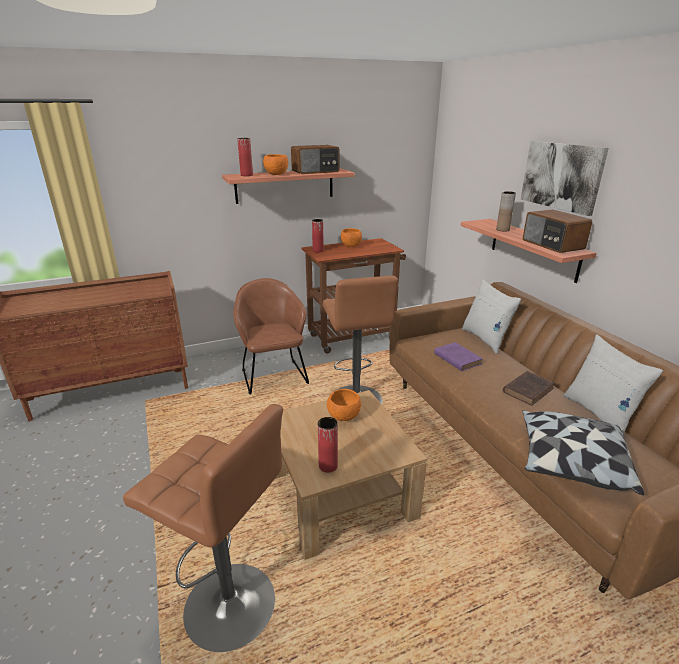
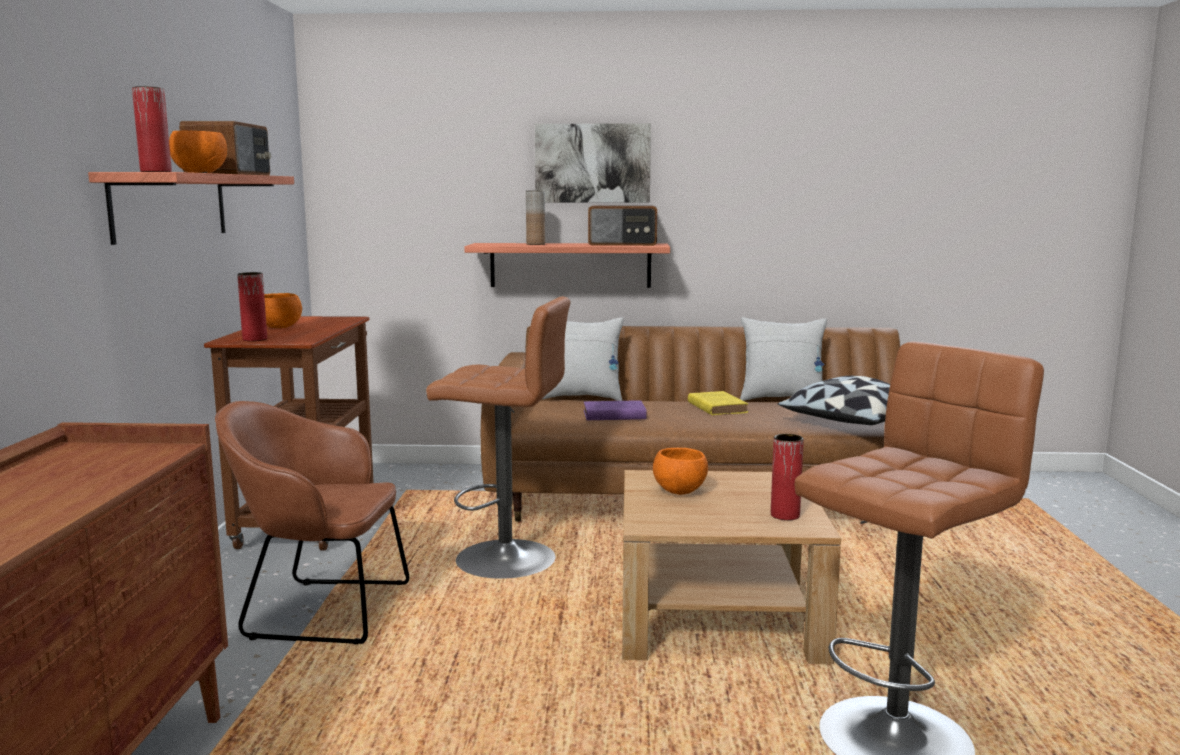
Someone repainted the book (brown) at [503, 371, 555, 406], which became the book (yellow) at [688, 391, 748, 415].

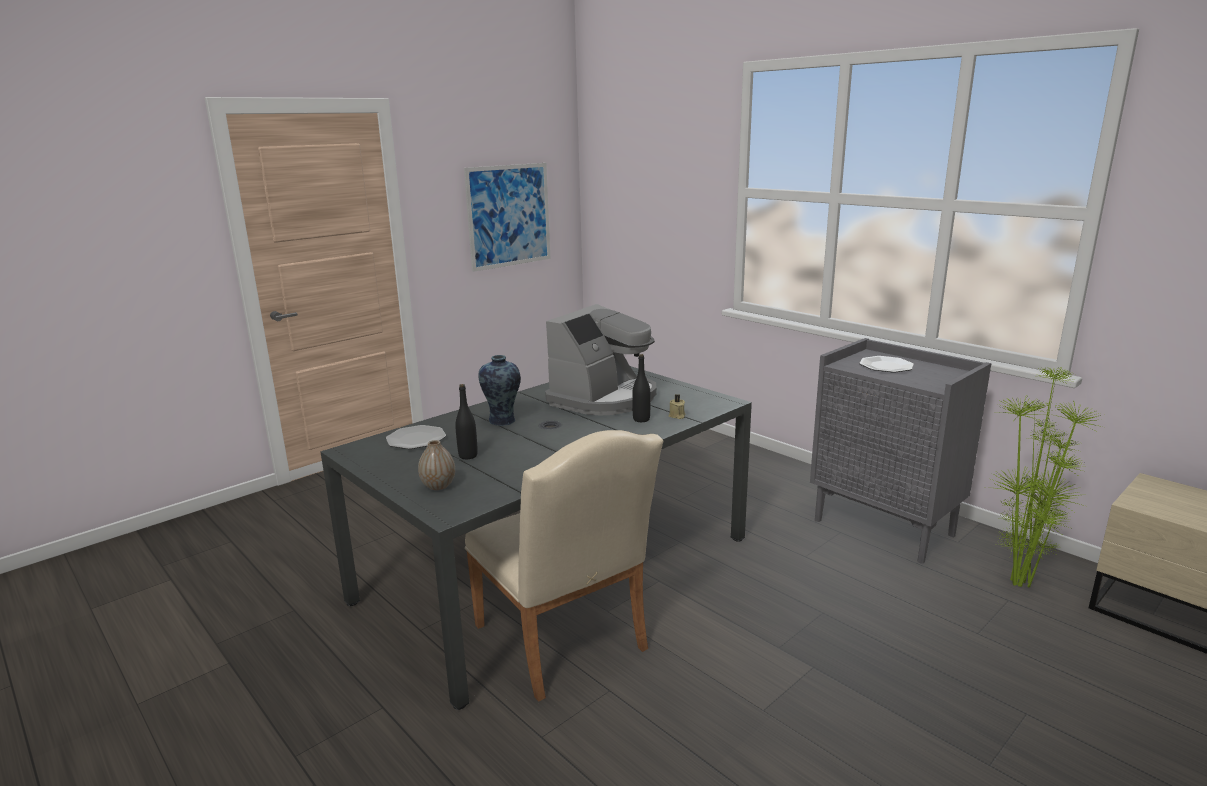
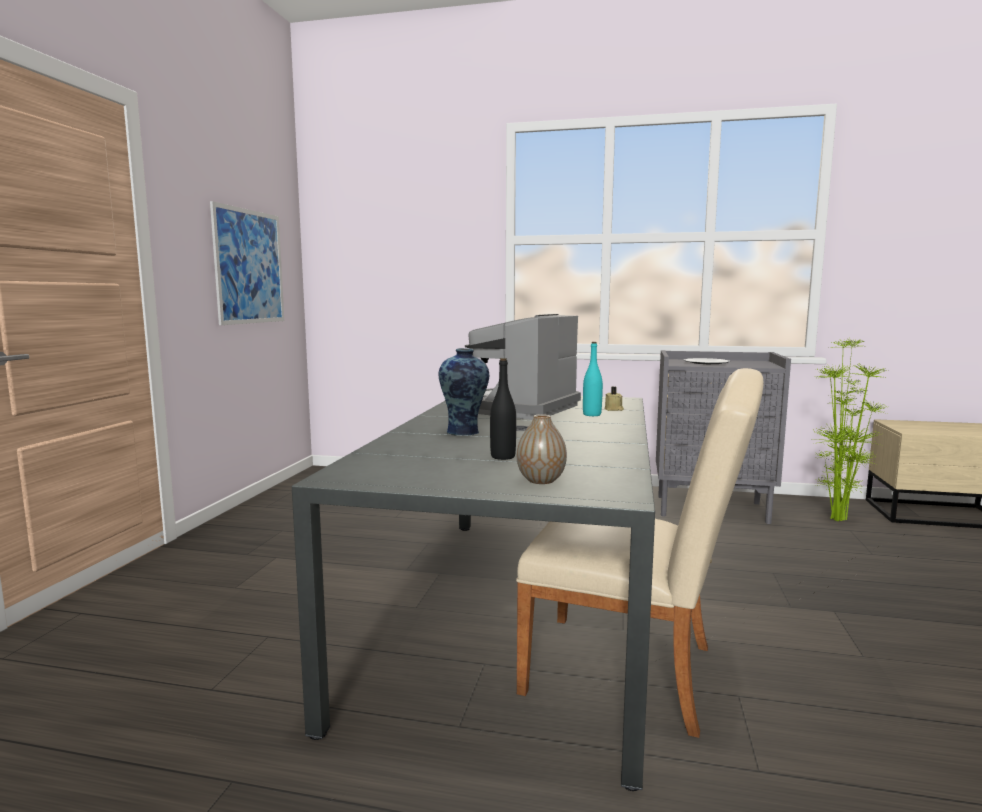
Someone rotated the coffee machine at [545, 304, 657, 415] by 150 degrees counterclockwise.
Someone repainted the bottle (black) at [632, 354, 651, 422], which became the bottle (turquoise) at [583, 342, 603, 416].
Someone took away the plate at [386, 425, 446, 449].

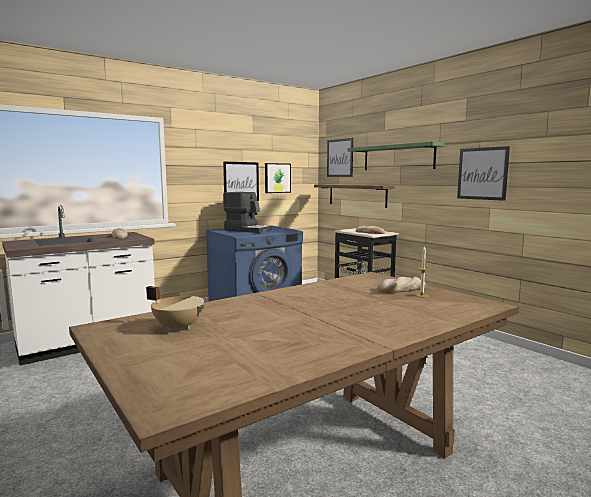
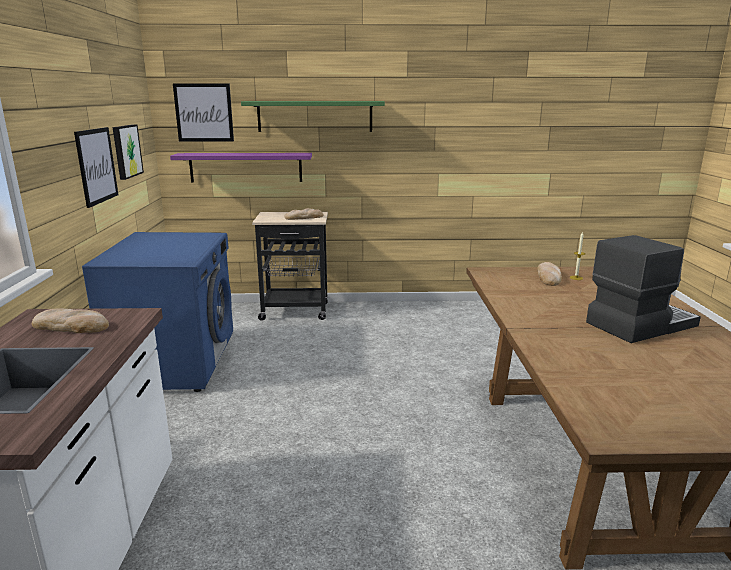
Someone repainted the shelf (brown) at [314, 184, 394, 208], which became the shelf (purple) at [170, 153, 312, 182].
Someone carried the coffee machine from [223, 192, 272, 233] to [586, 235, 701, 343].
Someone took away the cooking pot (beige) at [146, 286, 205, 332].
Someone took away the picture at [457, 146, 510, 201].

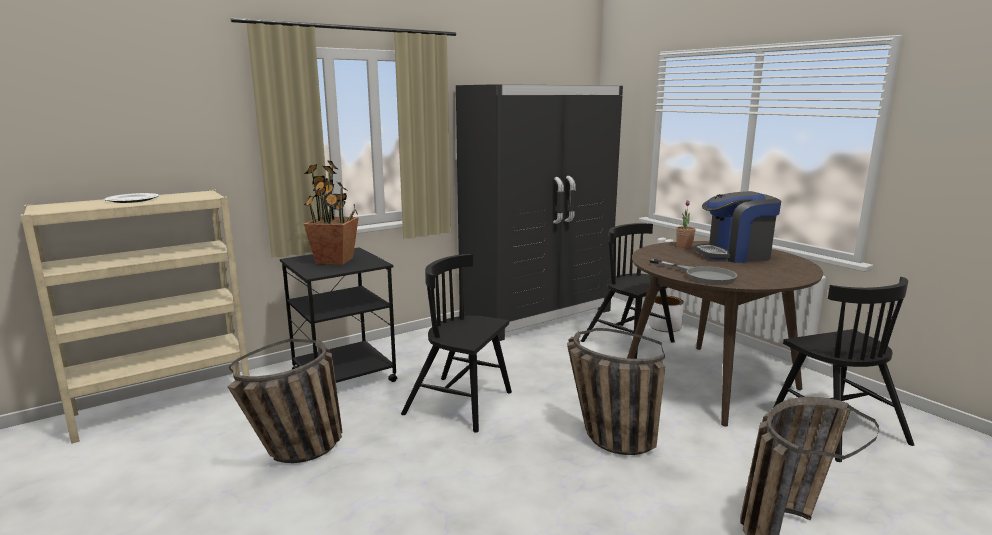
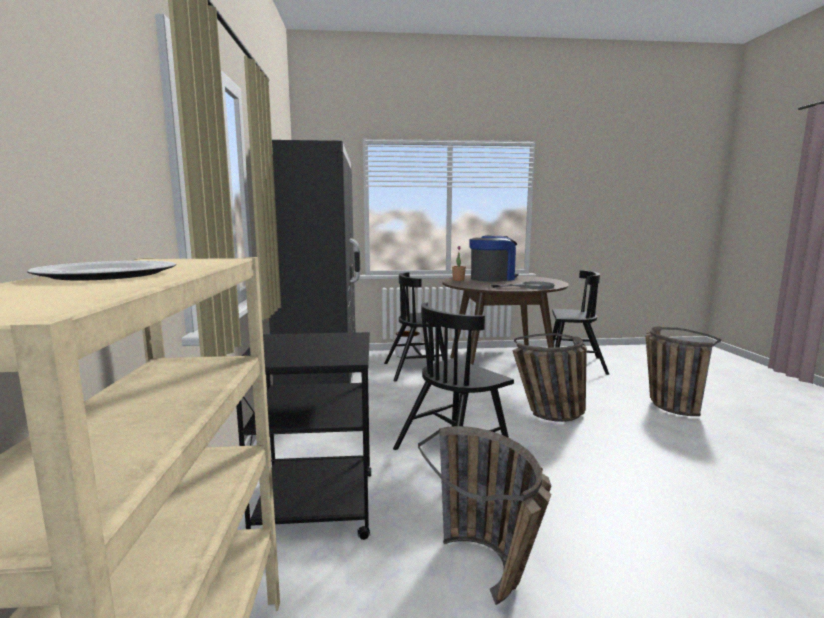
Someone rotated the coffee machine at [694, 191, 781, 263] by 150 degrees counterclockwise.
Someone took away the potted plant at [304, 160, 359, 265].

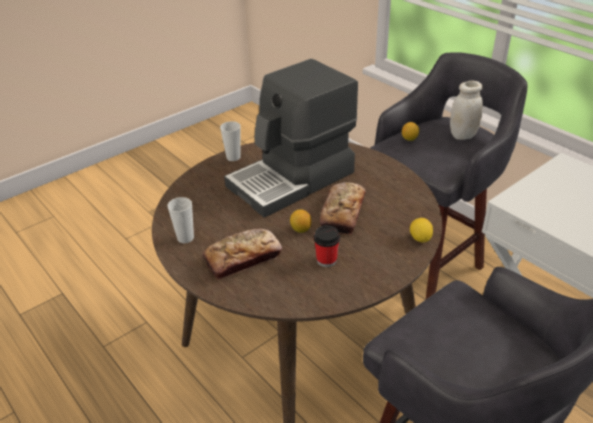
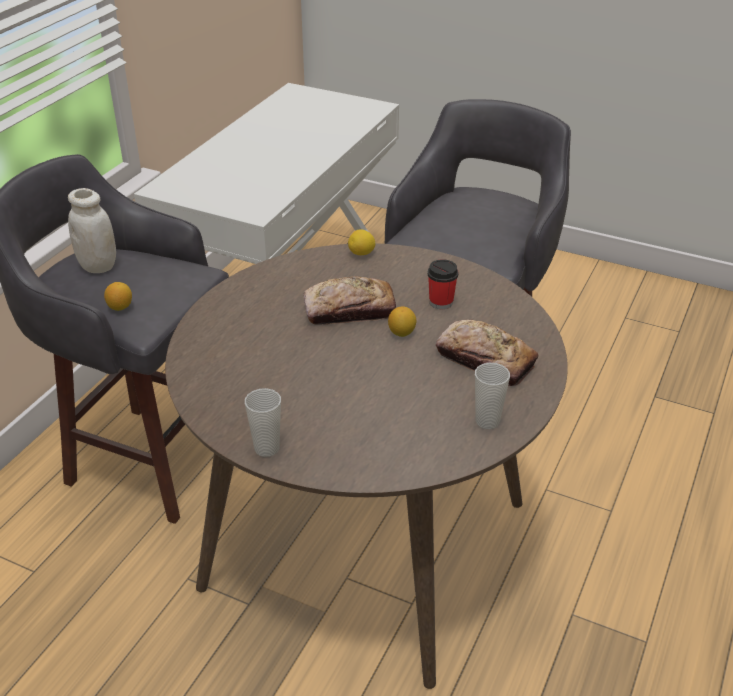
Someone took away the coffee machine at [224, 59, 358, 218].

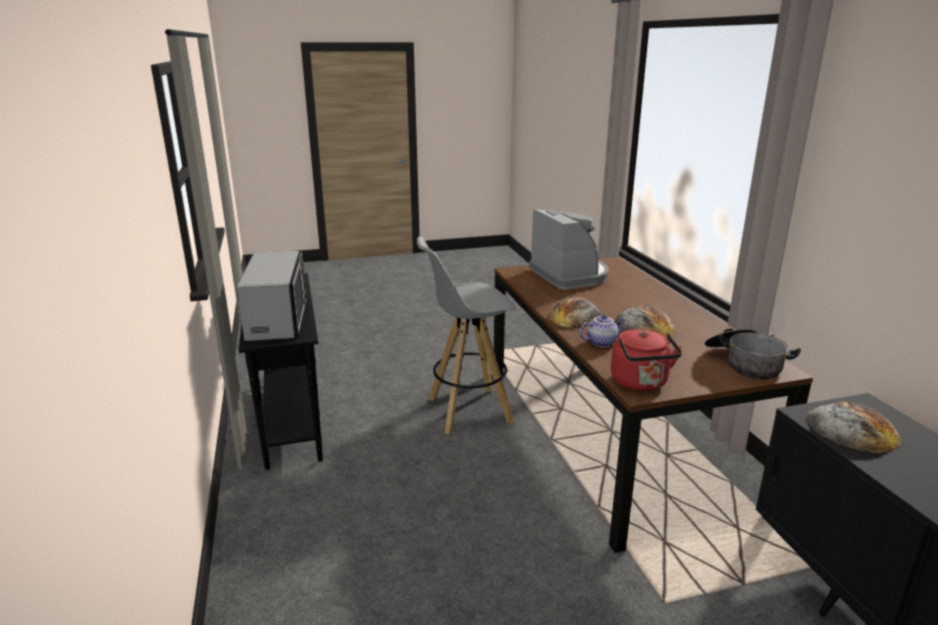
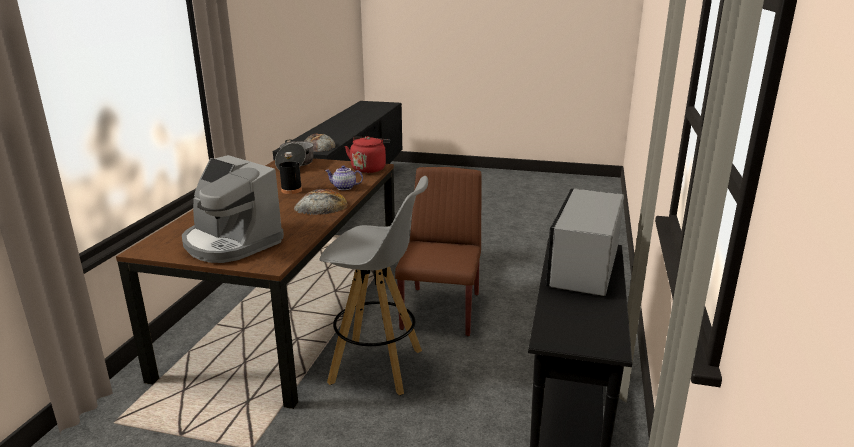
Someone rotated the coffee machine at [529, 209, 609, 290] by 60 degrees counterclockwise.
Someone swapped the bread at [615, 306, 676, 337] for the bottle (black) at [279, 152, 302, 194].
Someone put down the chair (brown) at [395, 167, 481, 336].

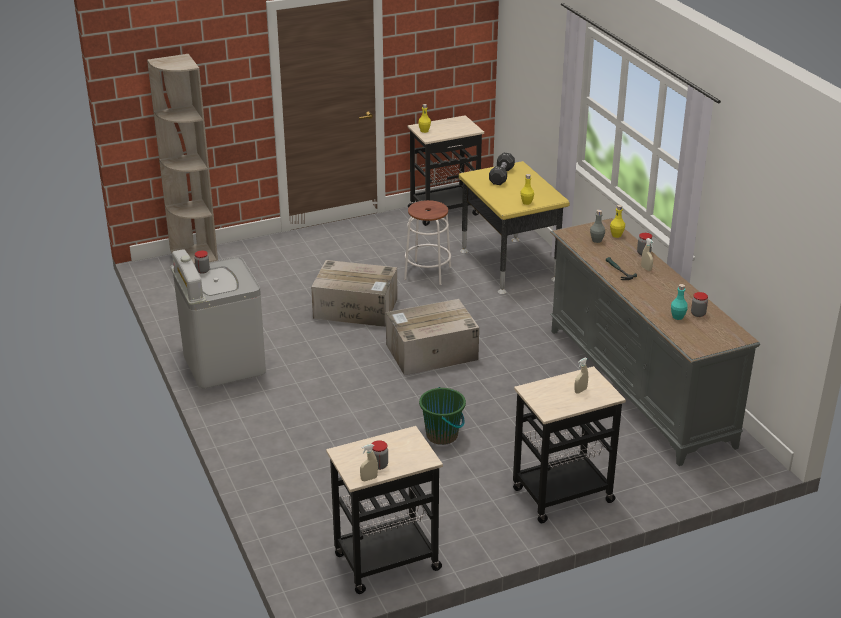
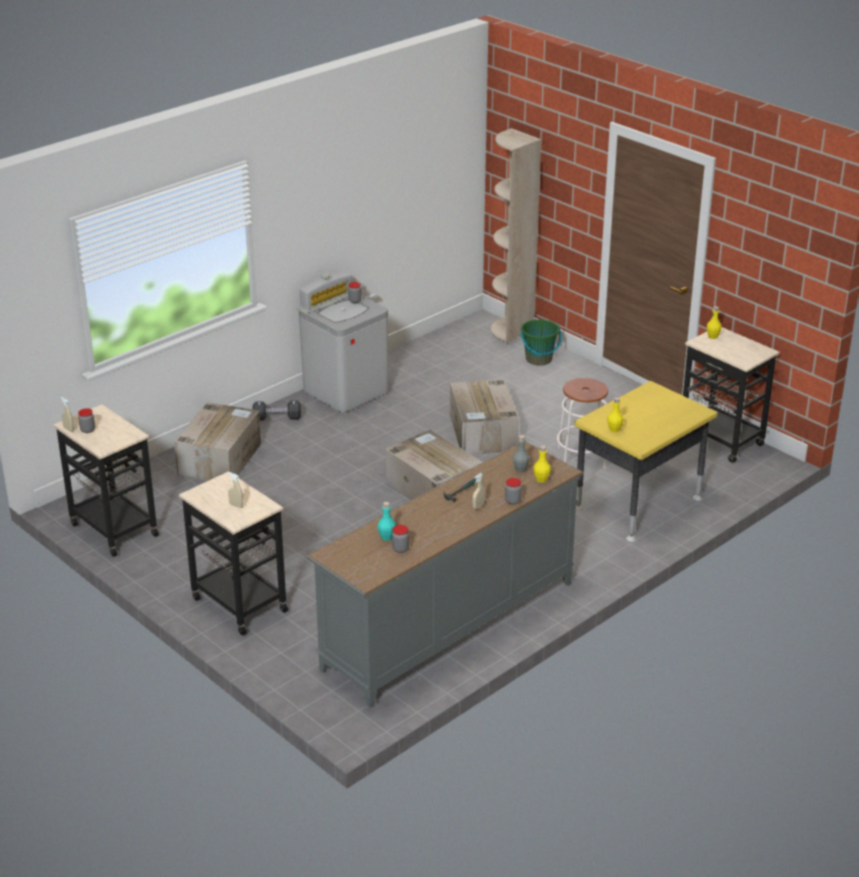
Someone put down the cardboard box at [174, 402, 261, 481].
Someone carried the dumbbell (black) from [489, 153, 515, 185] to [253, 400, 301, 421].
Someone carried the bucket (green) from [419, 387, 466, 445] to [520, 319, 562, 365].

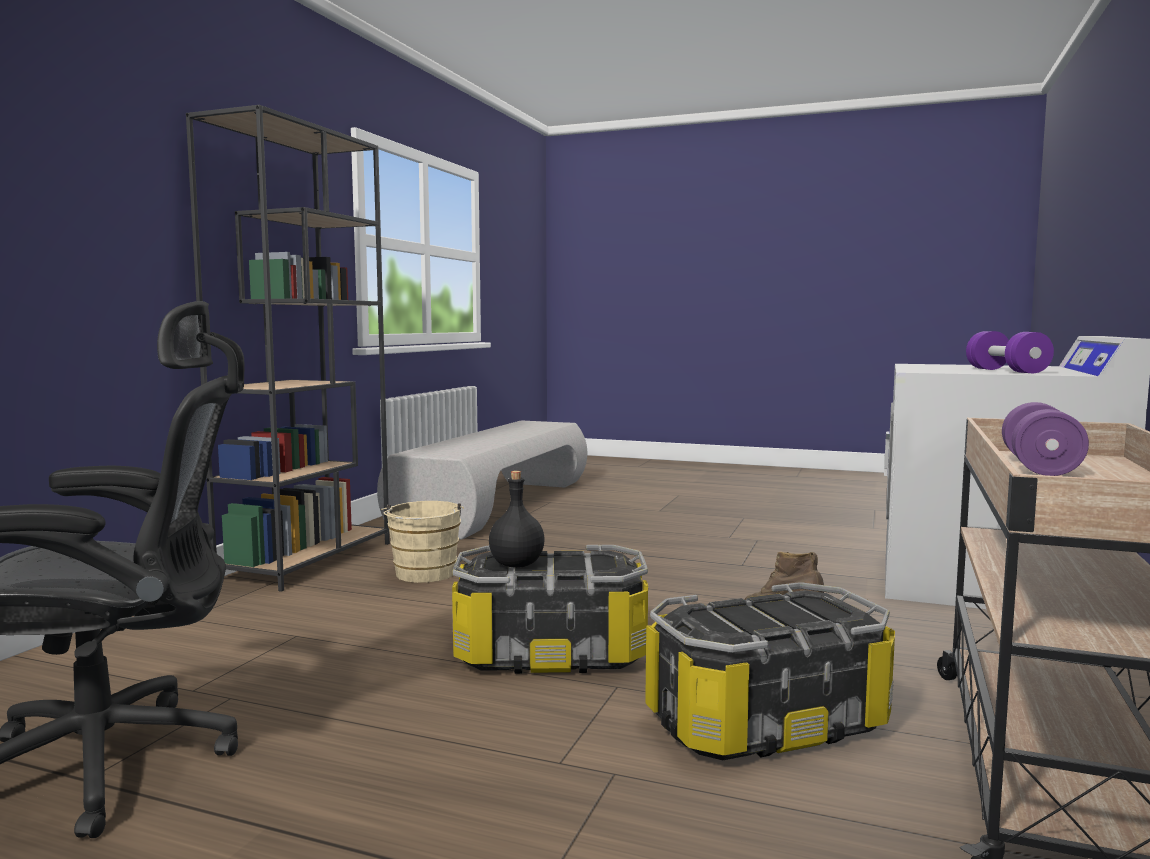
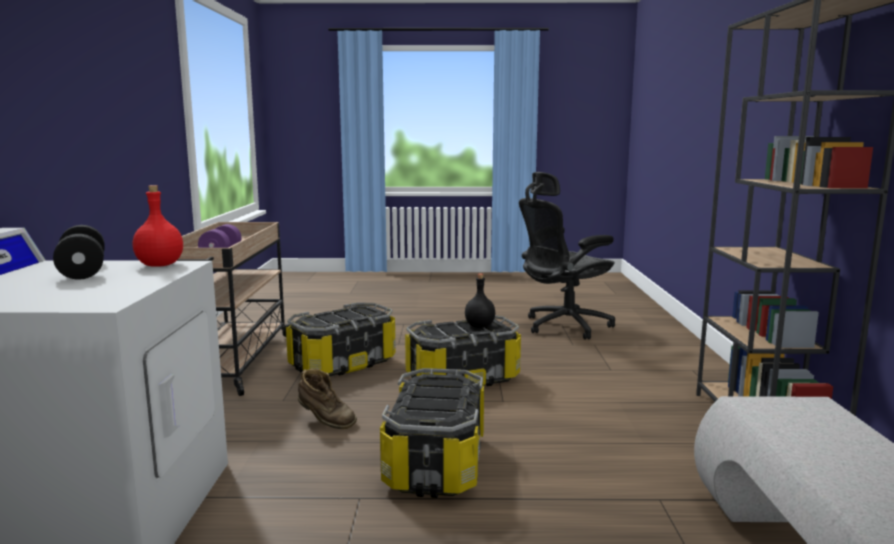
Someone repainted the dumbbell (purple) at [966, 331, 1054, 373], which became the dumbbell (black) at [53, 225, 105, 280].
Someone put down the bottle (red) at [133, 185, 183, 267].
Someone put down the storage box at [380, 368, 484, 498].
Someone took away the bucket (beige) at [381, 501, 464, 583].

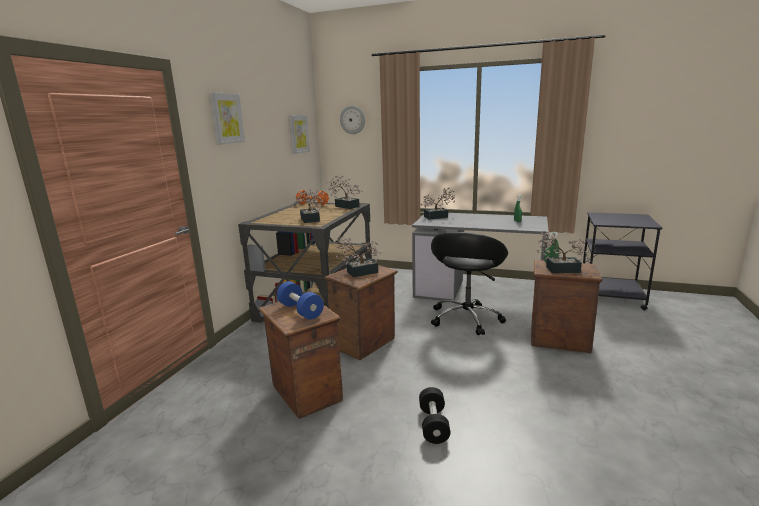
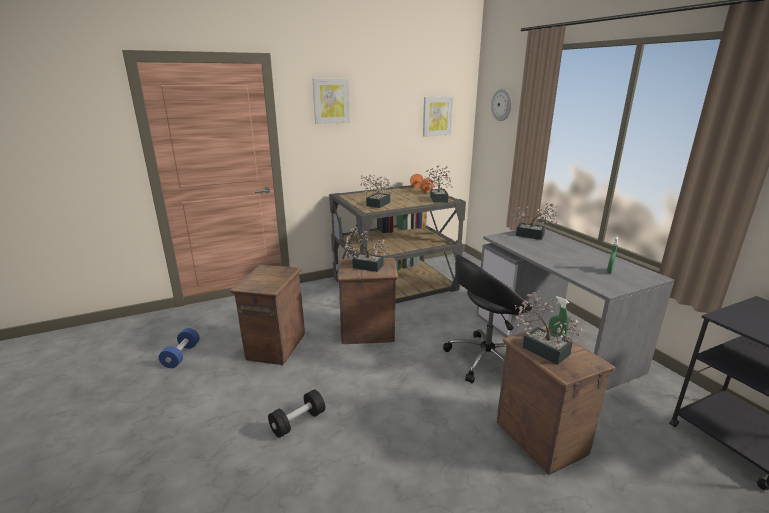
Someone carried the dumbbell (blue) from [277, 281, 324, 320] to [159, 328, 200, 368].

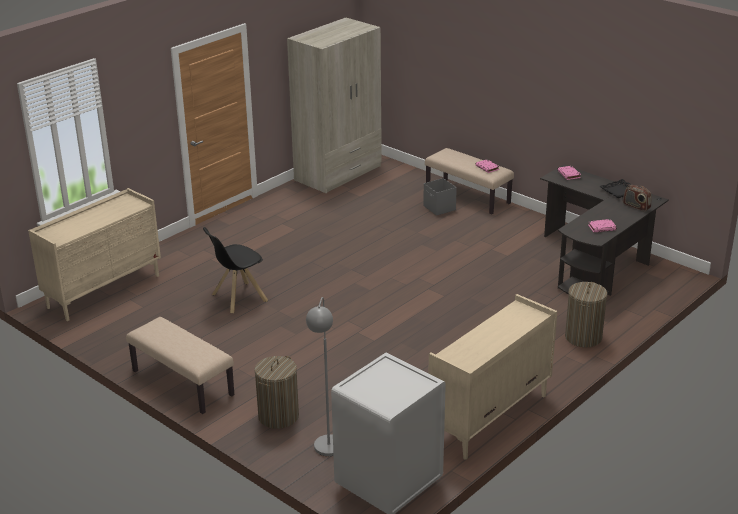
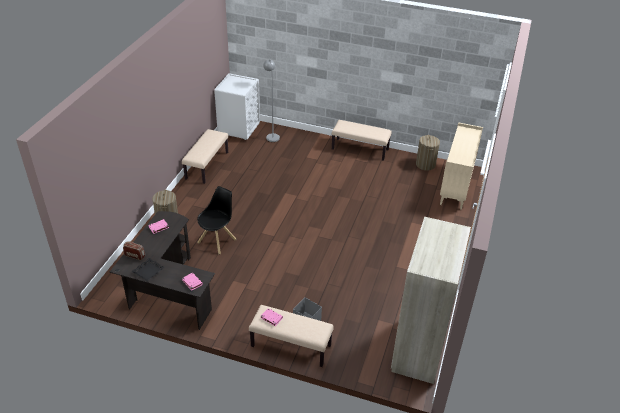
Someone swapped the cabinet (beige) at [428, 294, 557, 460] for the bench (beige) at [182, 129, 228, 184].
Someone carried the chair (black) from [203, 227, 268, 313] to [197, 186, 236, 255].
Someone carried the laundry basket from [254, 356, 299, 429] to [416, 135, 440, 171].

